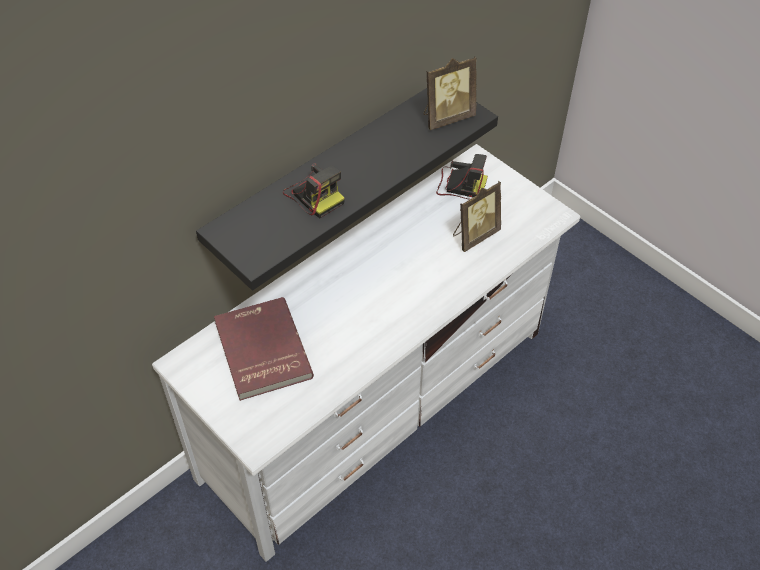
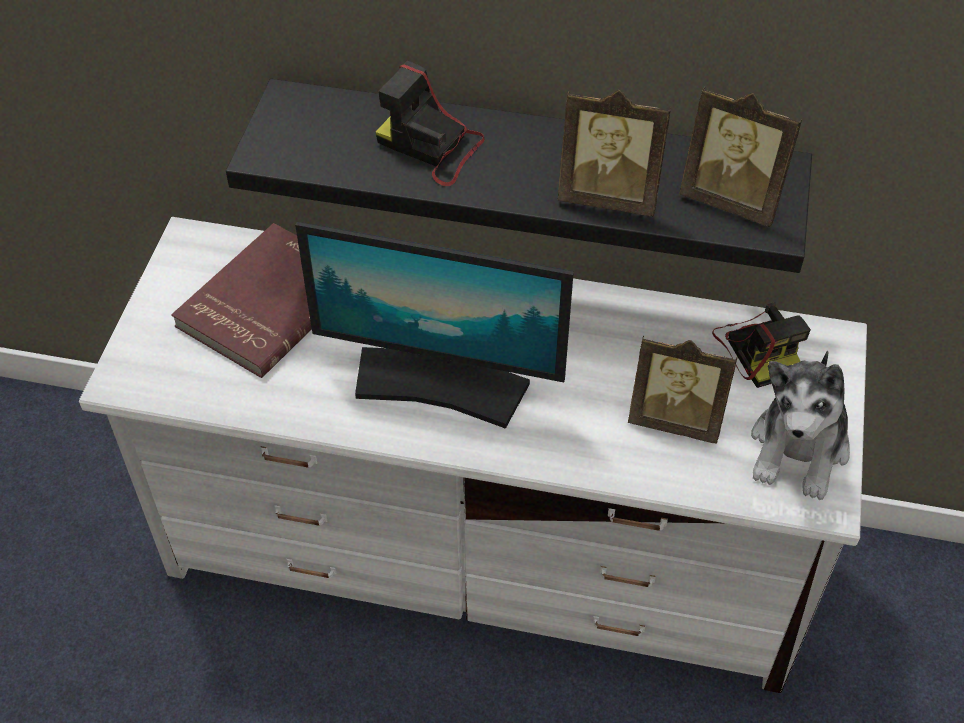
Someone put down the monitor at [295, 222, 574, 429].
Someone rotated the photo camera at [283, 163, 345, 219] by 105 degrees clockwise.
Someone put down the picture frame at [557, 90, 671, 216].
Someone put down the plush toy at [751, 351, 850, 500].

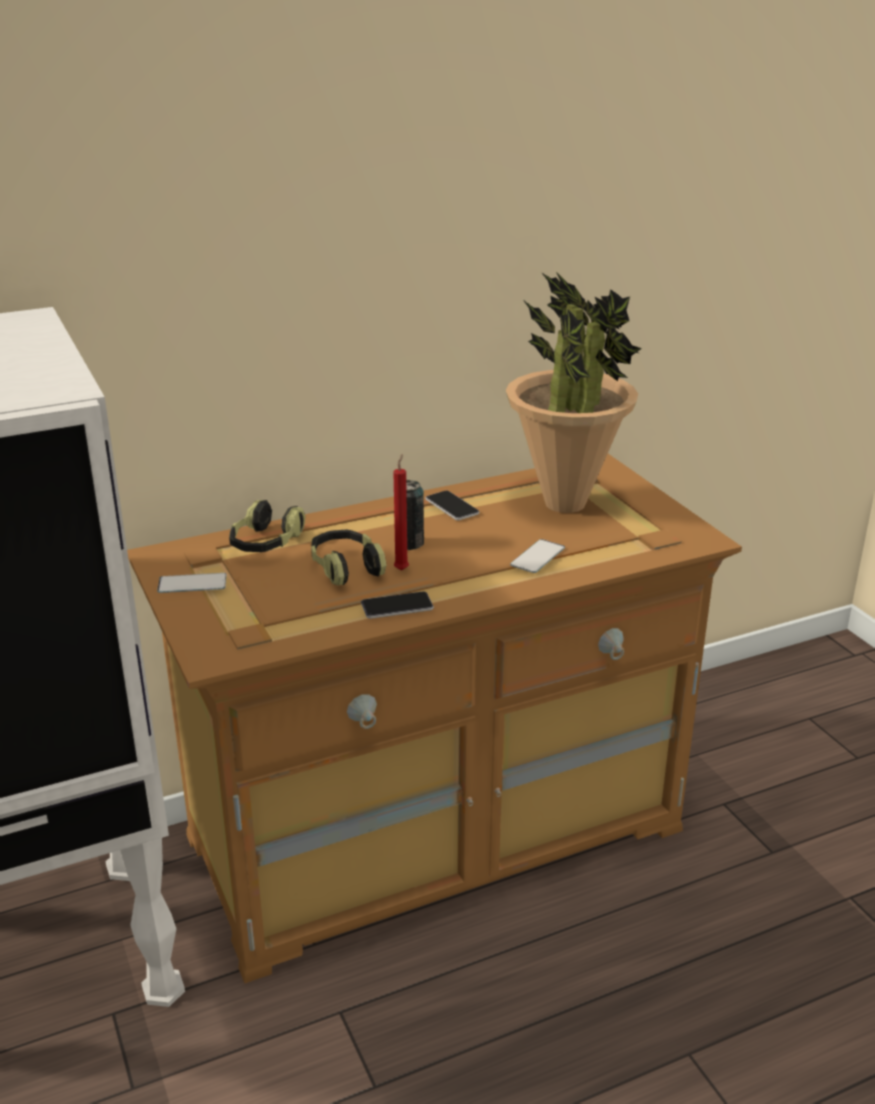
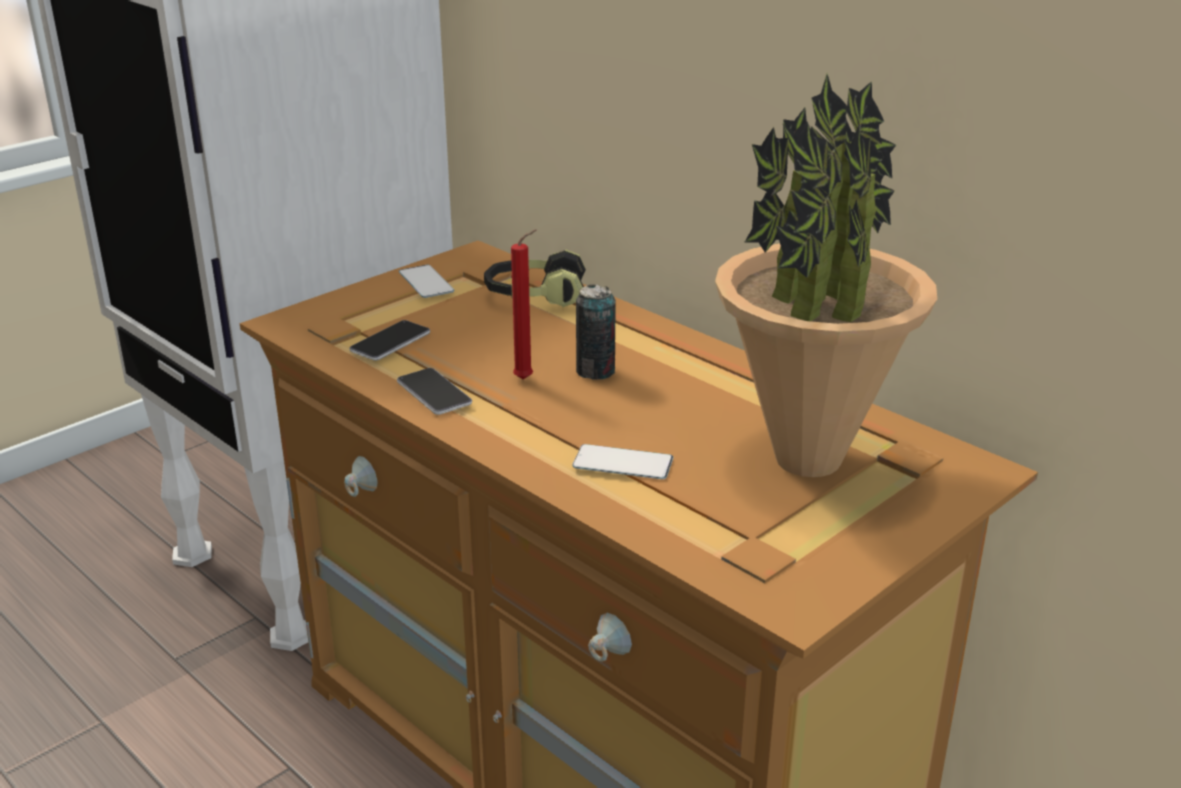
Someone carried the phone from [425, 491, 479, 520] to [349, 320, 430, 361].
Someone took away the headphones at [311, 530, 387, 586].

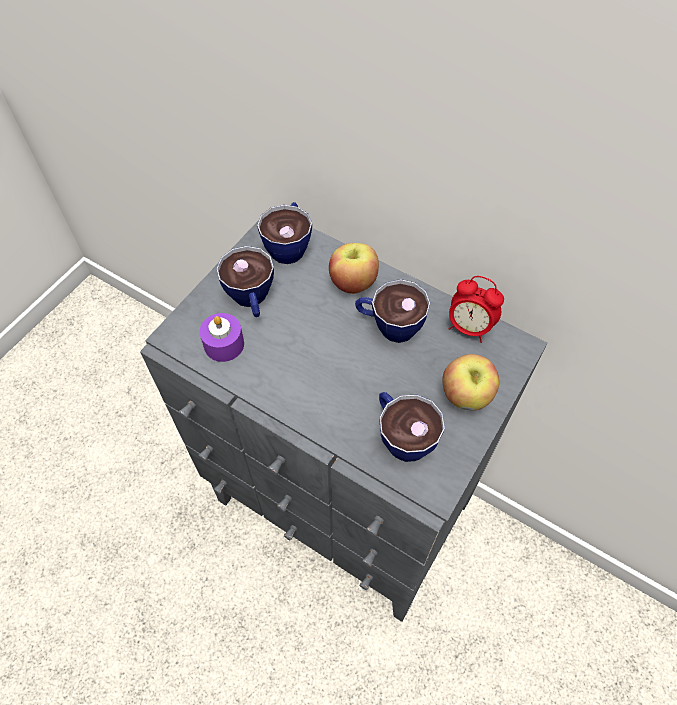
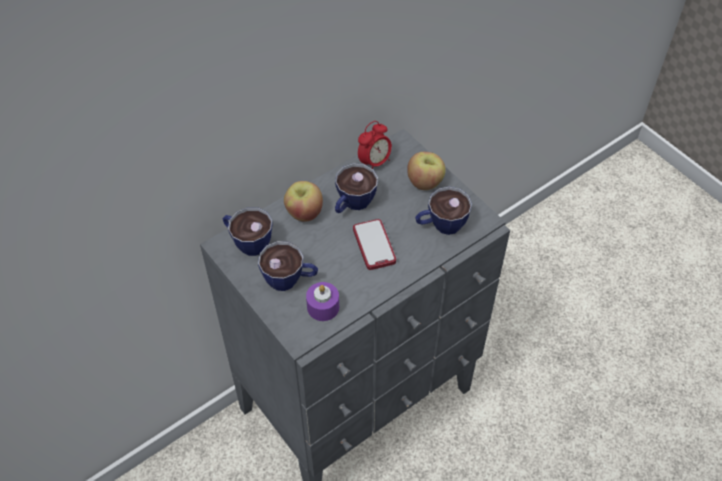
Someone put down the phone at [353, 219, 396, 270].

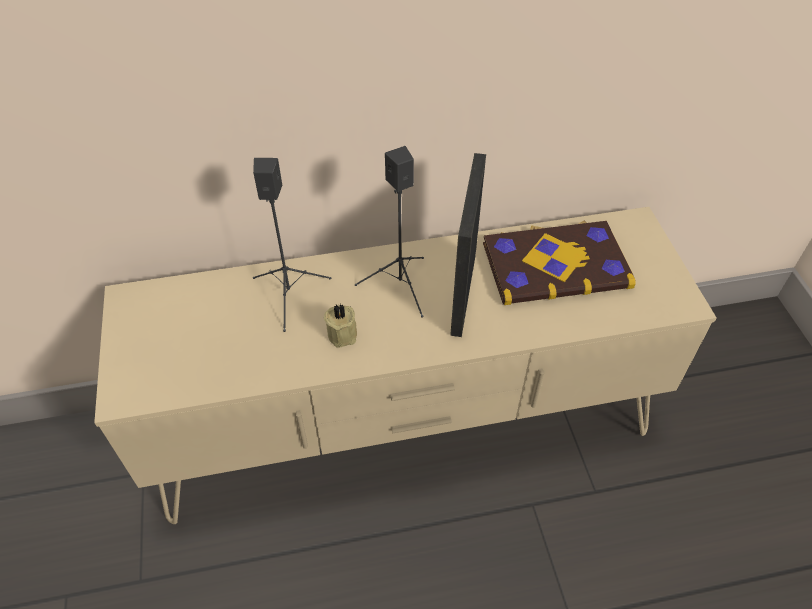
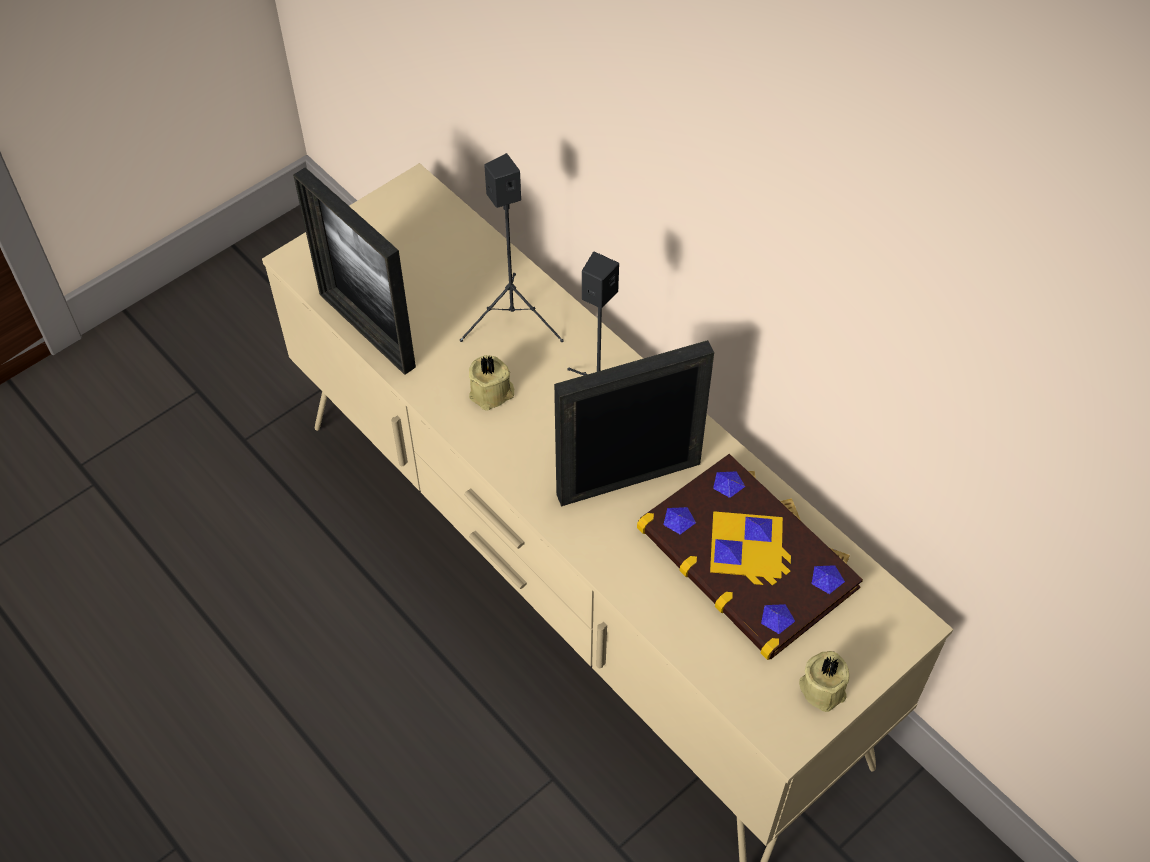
Someone put down the picture frame at [293, 167, 416, 375].
Someone put down the candle (beige) at [799, 651, 849, 712].

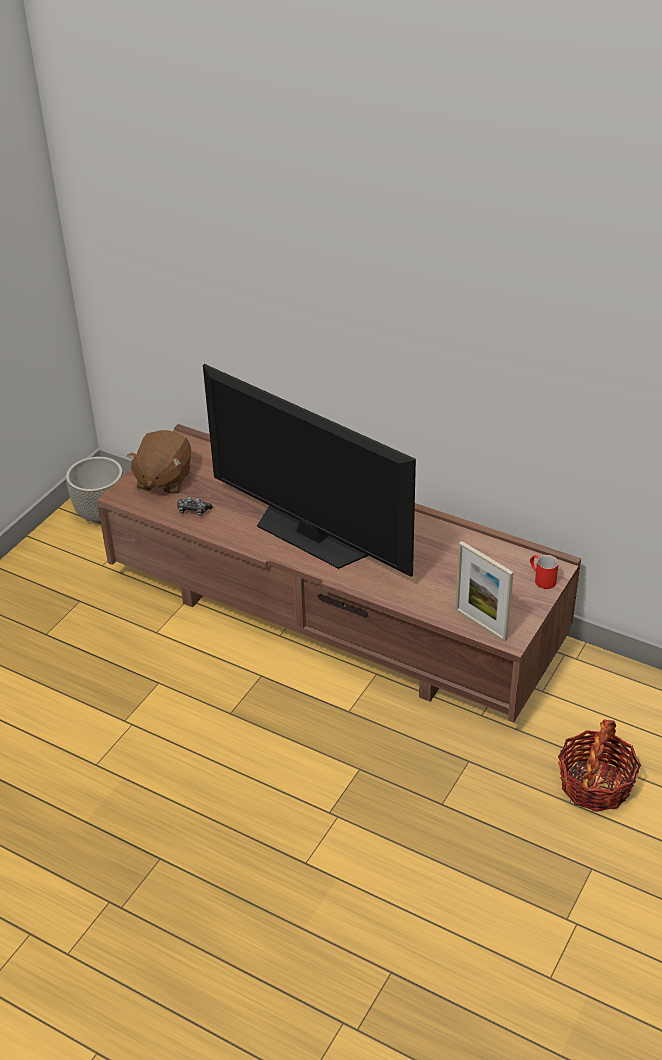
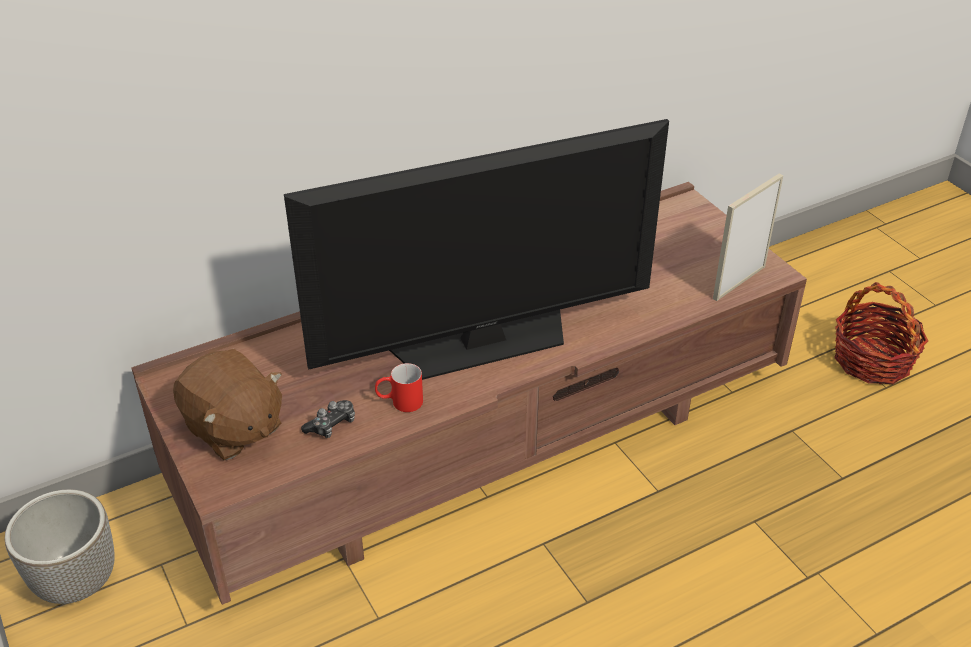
Someone carried the mug (red) from [530, 555, 559, 589] to [375, 363, 423, 412].
Someone rotated the picture frame at [455, 541, 514, 642] by 150 degrees clockwise.

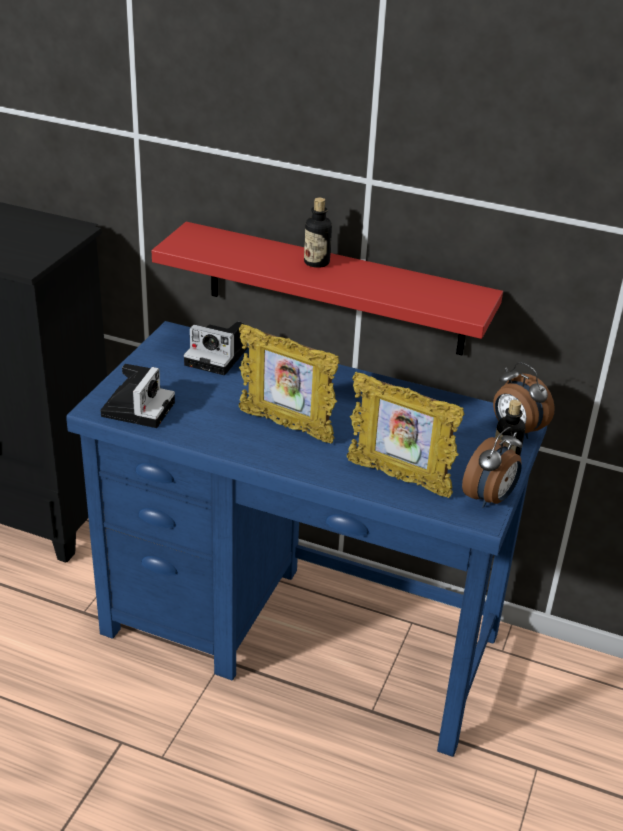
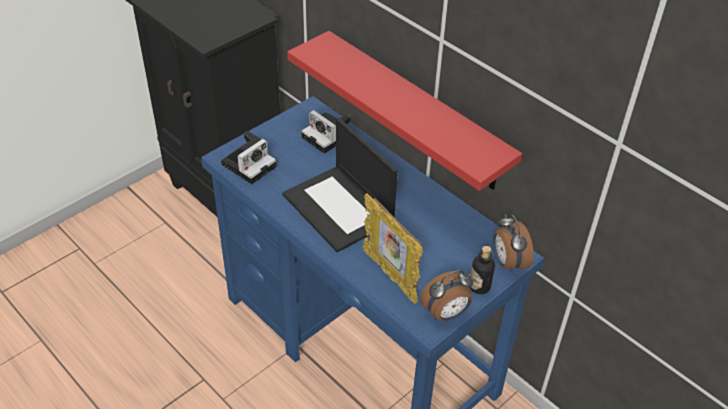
Someone swapped the picture frame at [239, 324, 340, 443] for the laptop at [282, 118, 398, 252].
Someone took away the bottle at [304, 198, 332, 268].

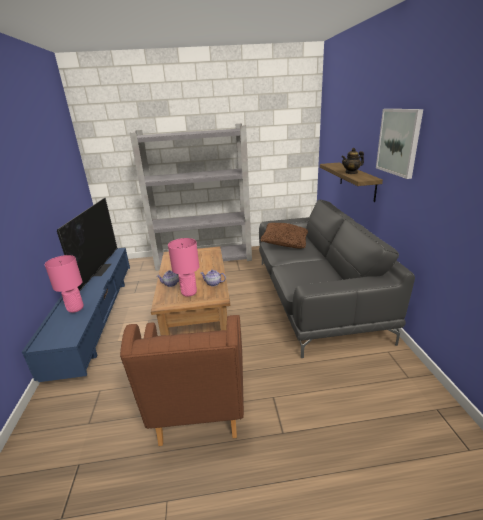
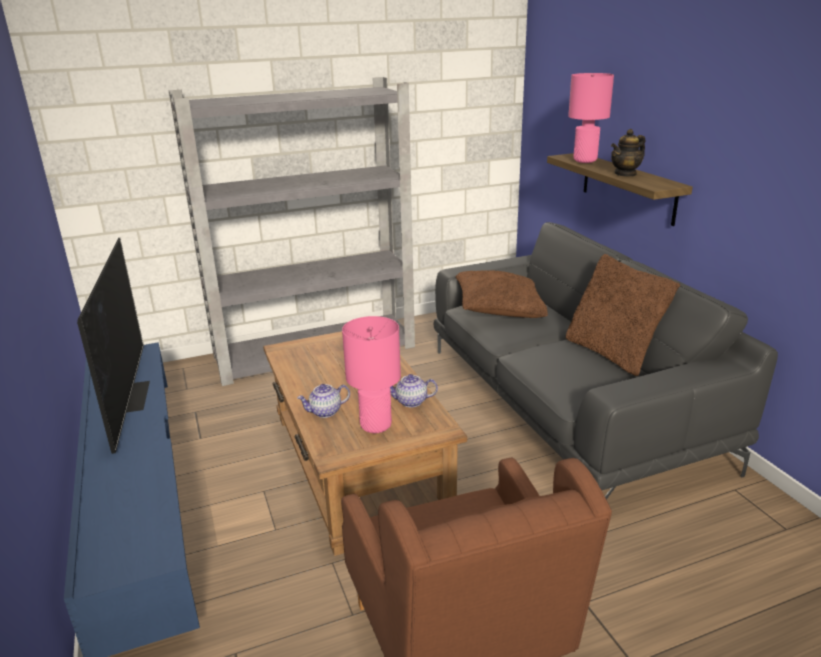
Someone put down the pillow (brown) at [565, 254, 680, 376].
Someone carried the table lamp (pink) from [45, 255, 84, 313] to [568, 73, 614, 163].
Someone took away the picture at [376, 109, 423, 179].

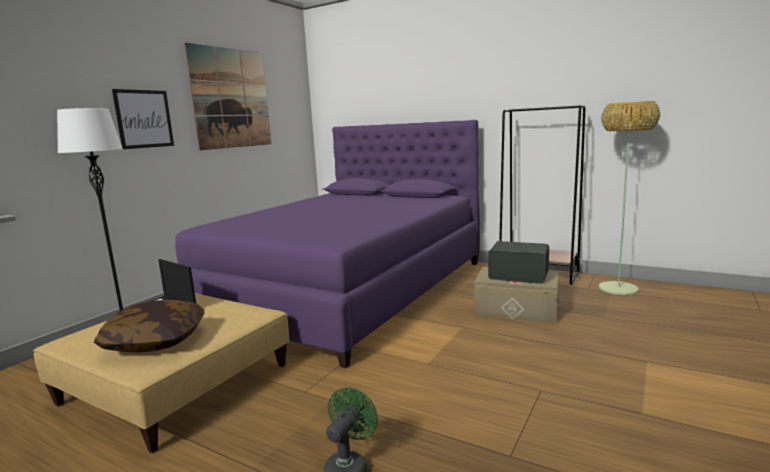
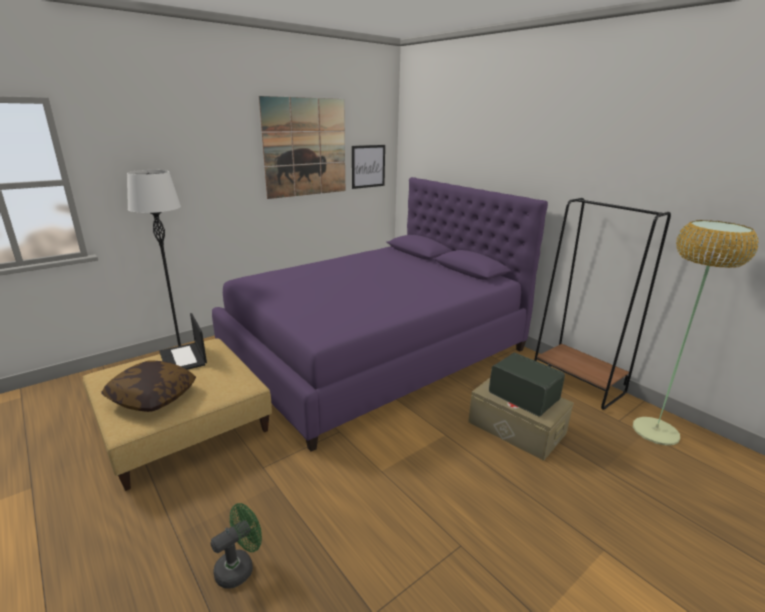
Someone carried the picture from [112, 89, 174, 149] to [352, 145, 385, 189].

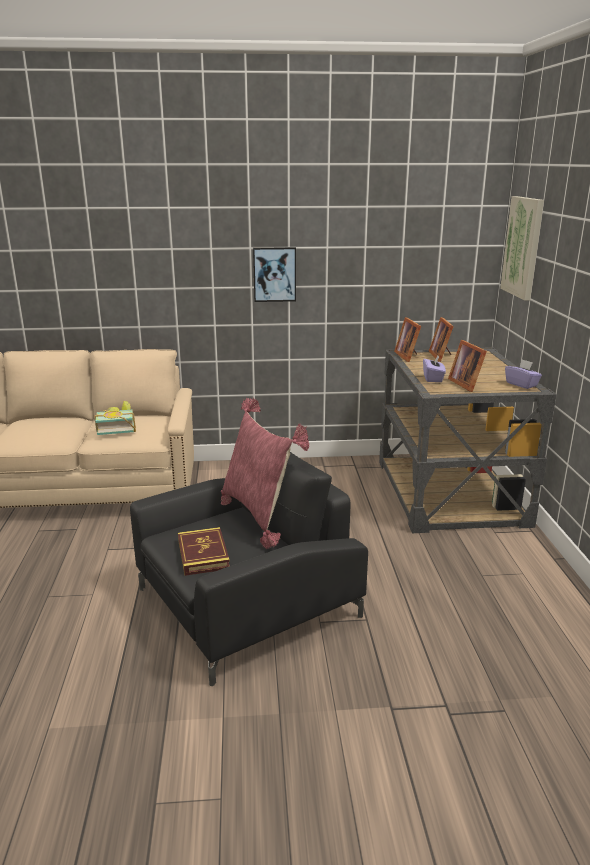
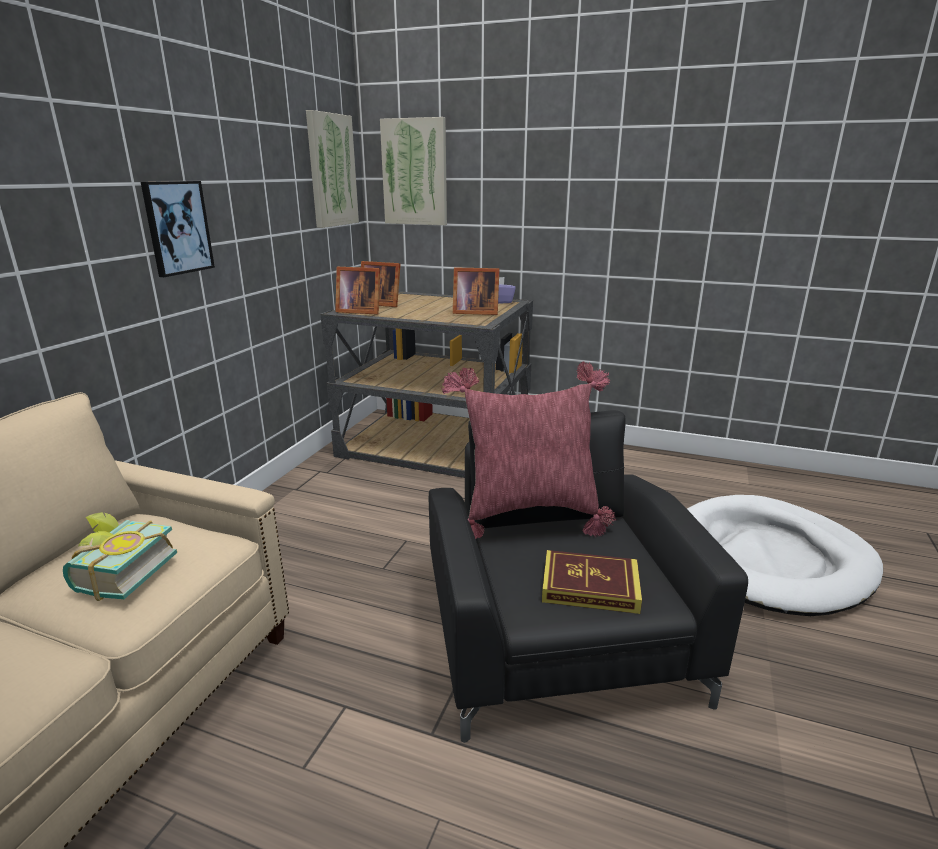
Someone put up the picture at [306, 110, 359, 228].
Someone put down the dog bed (white) at [687, 495, 883, 616].
Someone took away the tissue box (purple) at [423, 355, 446, 382].

